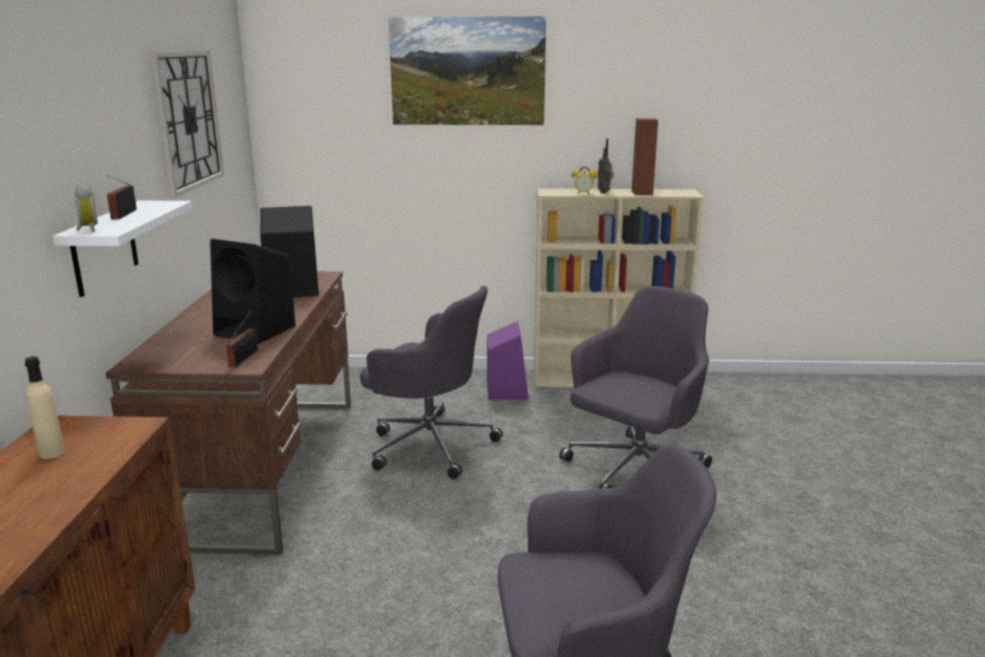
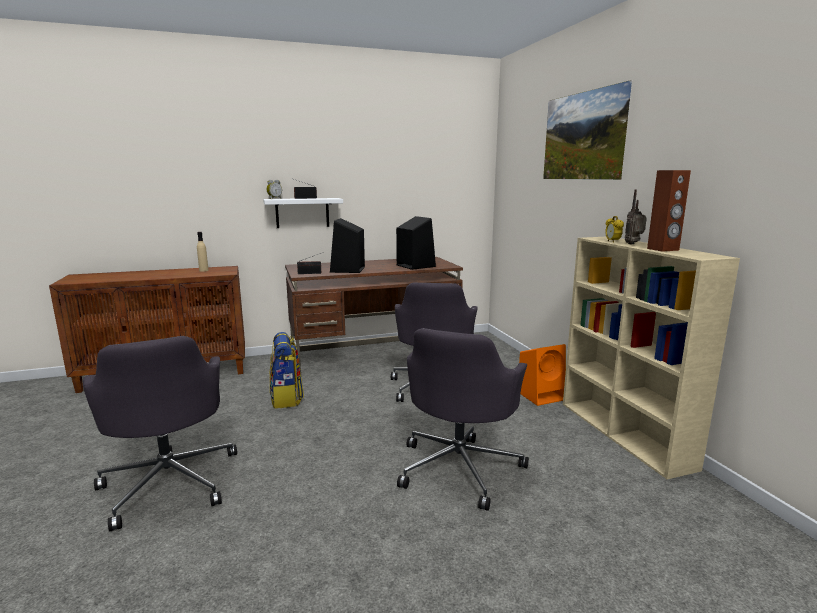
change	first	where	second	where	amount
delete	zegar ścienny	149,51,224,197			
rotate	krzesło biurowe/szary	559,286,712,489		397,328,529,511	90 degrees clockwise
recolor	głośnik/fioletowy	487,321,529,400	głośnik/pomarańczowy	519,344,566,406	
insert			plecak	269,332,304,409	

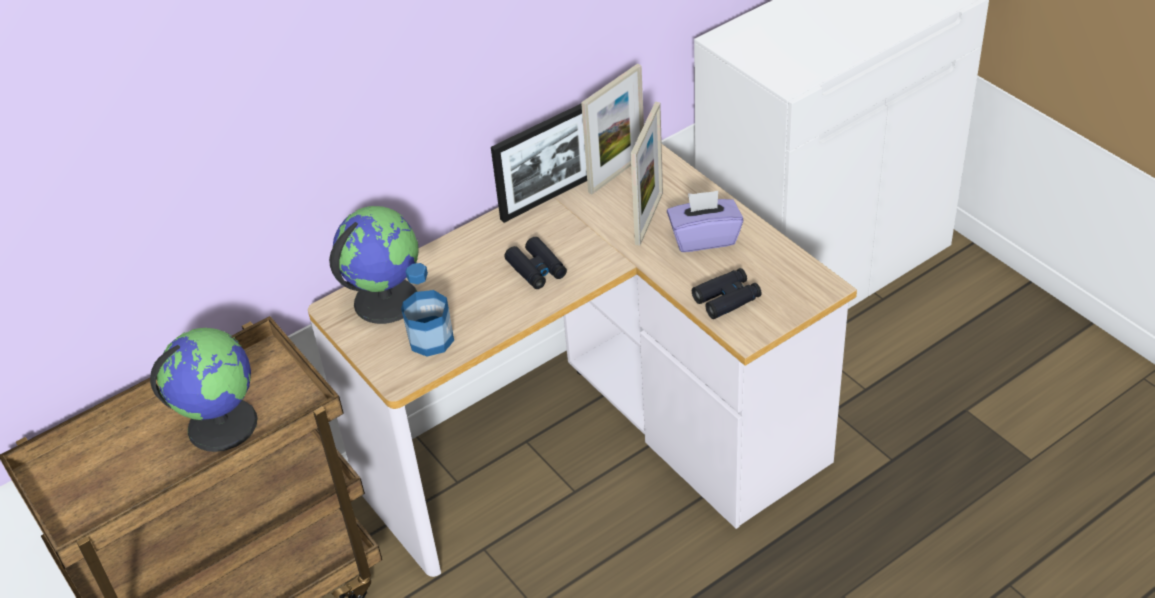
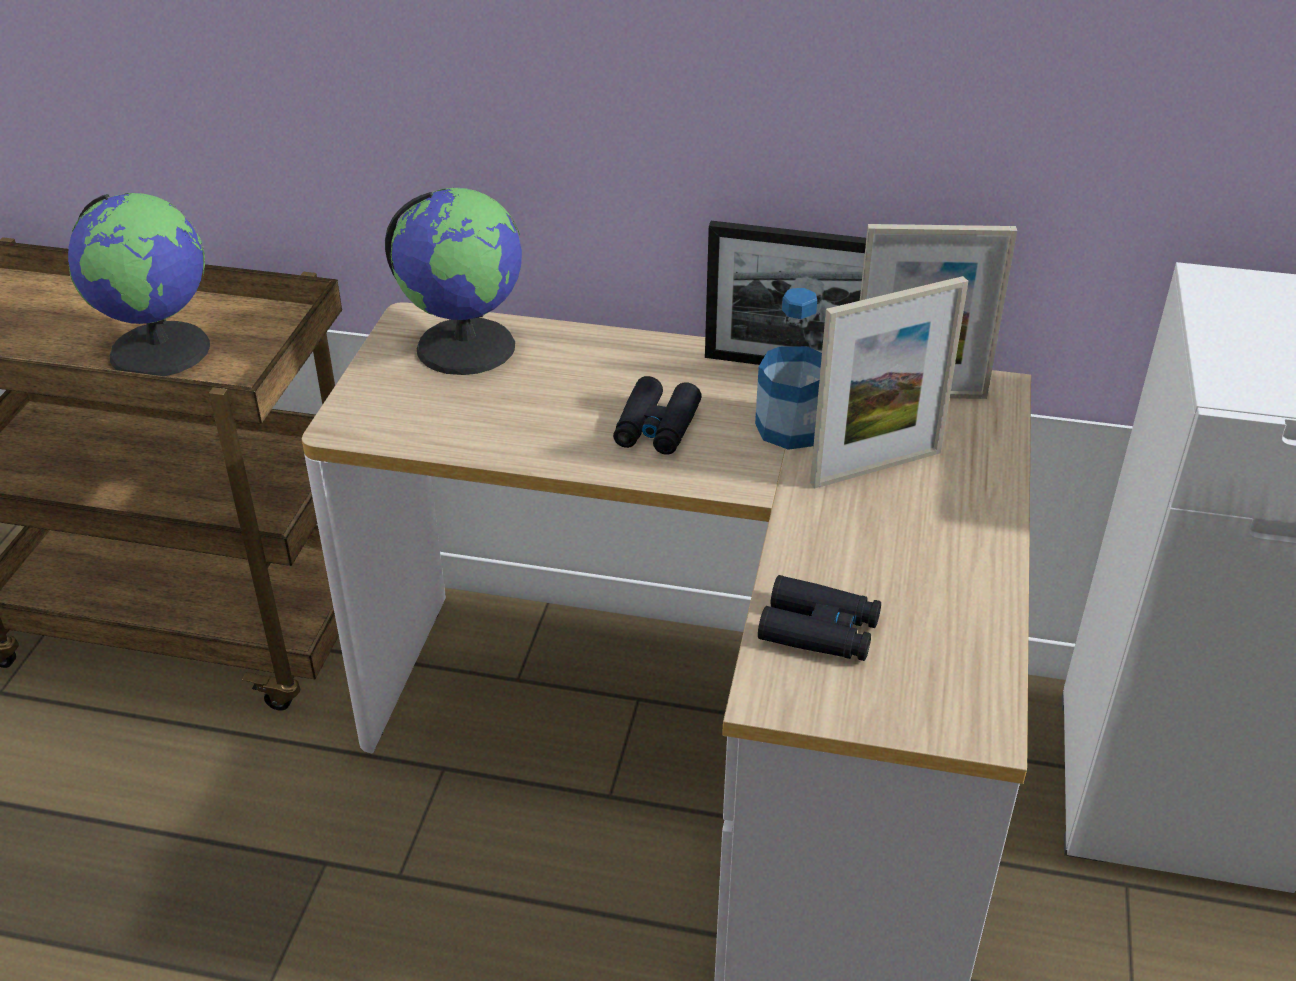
change	first	where	second	where	amount
delete	pudełko chusteczek/fioletowy	667,191,744,252			
move	butelka	401,263,454,356		755,288,822,450	

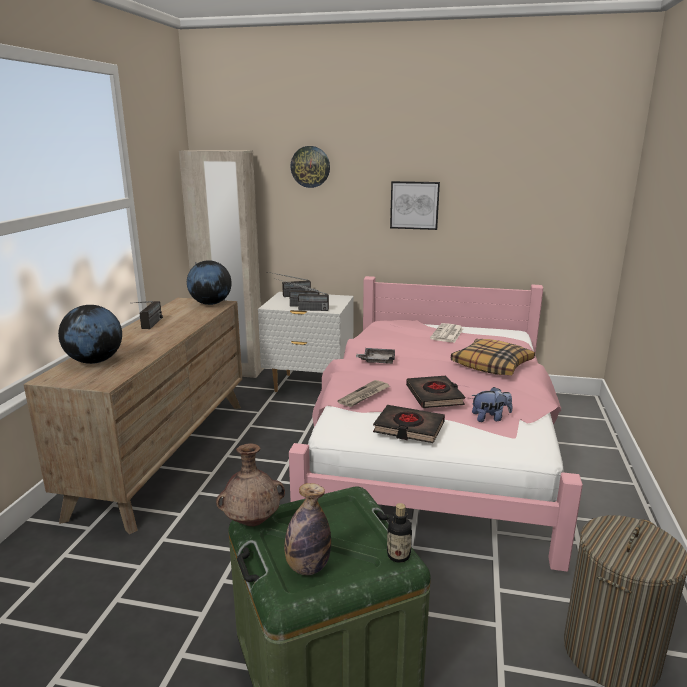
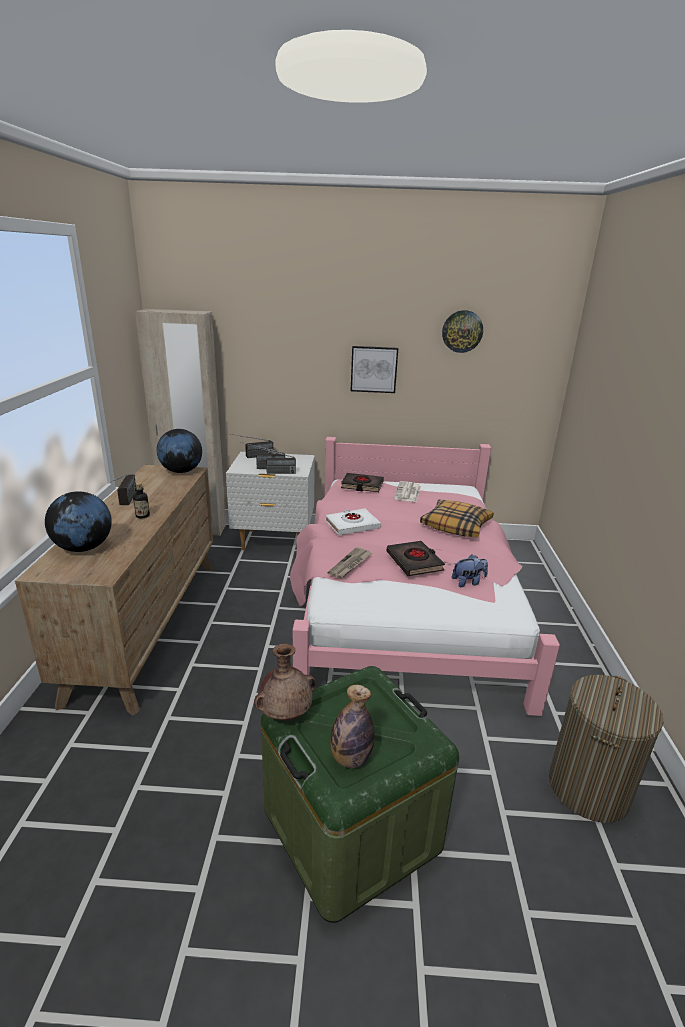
change	first	where	second	where	amount
move	zegar ścienny	290,146,330,188		442,310,483,353	
replace	taca/szary	356,348,395,364	książka/biały	326,509,381,535	
move	książka/czarny	373,405,445,443		341,473,384,492	
move	butelka	387,503,412,563		133,483,150,518	

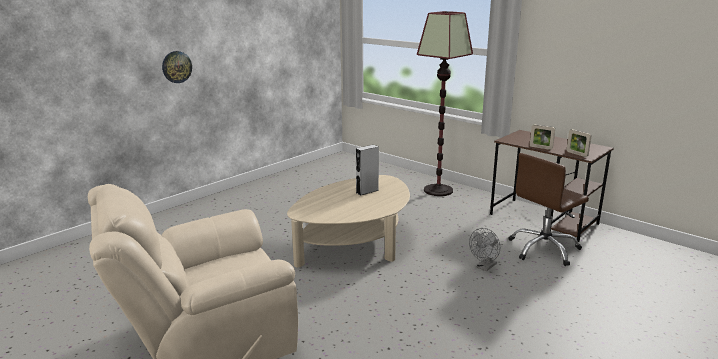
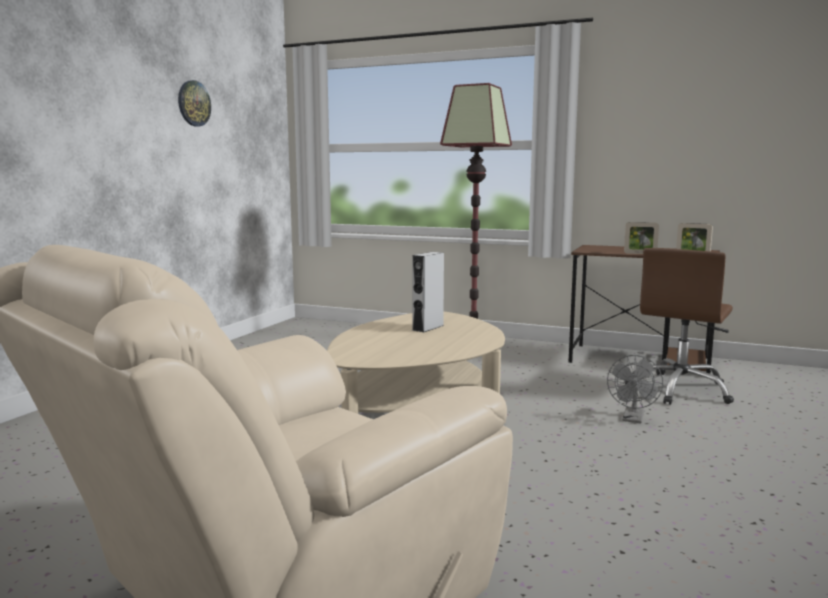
change	first	where	second	where	amount
move	zegar ścienny	162,51,192,83		178,80,211,127	

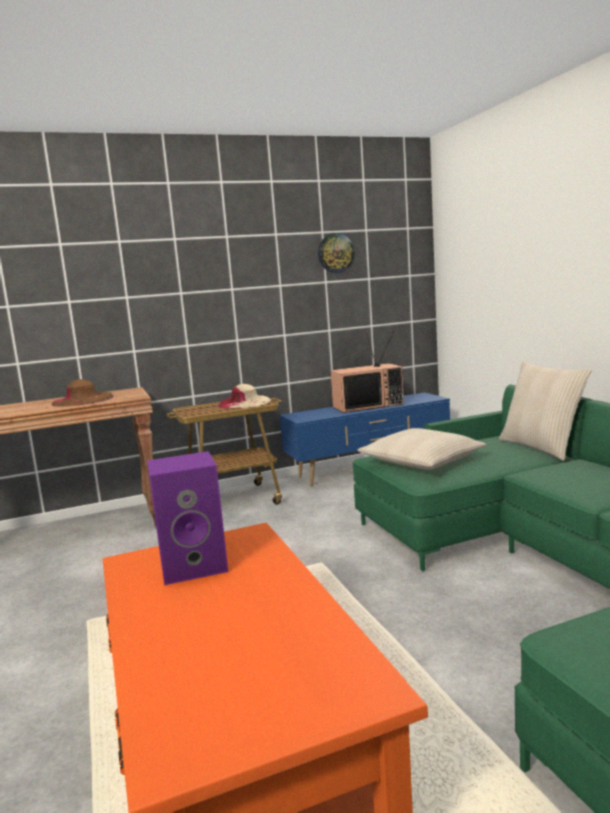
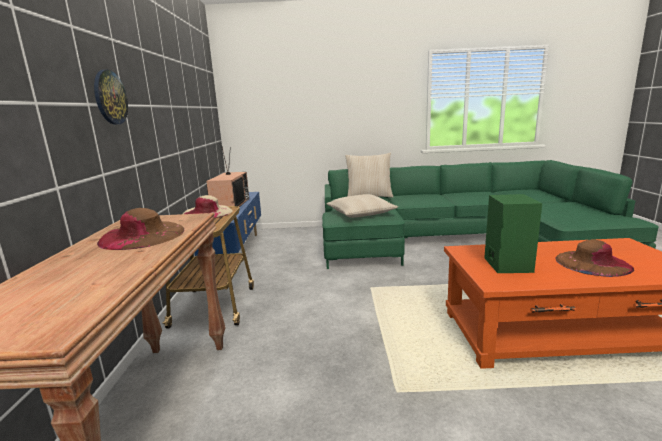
change	first	where	second	where	amount
move	zegar ścienny	318,233,355,273		94,70,128,125	
recolor	głośnik/fioletowy	147,451,228,585	głośnik/zielony	484,194,542,273	
insert			kapelusz/brązowy	555,240,634,277	

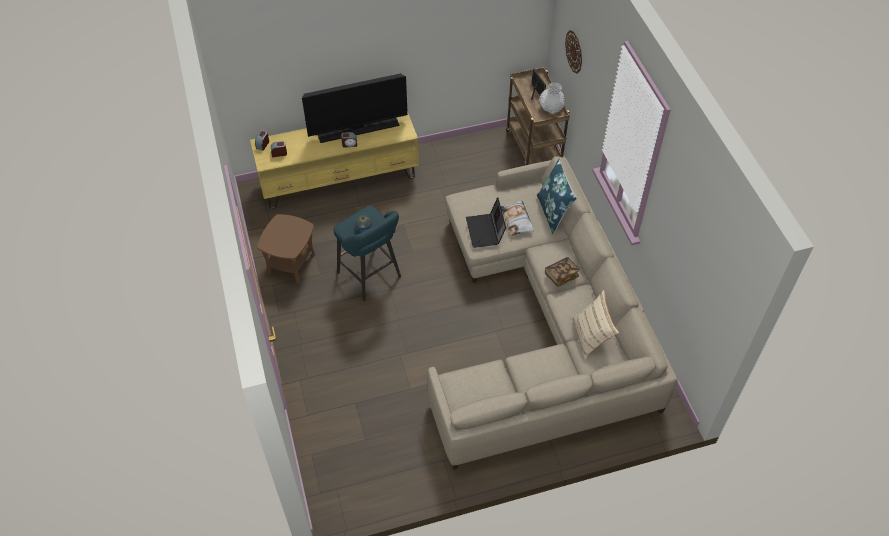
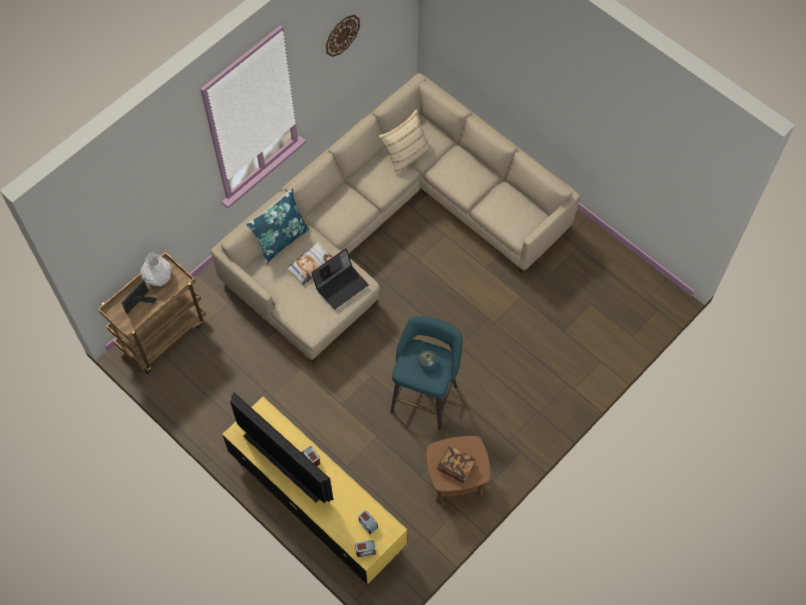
change	first	where	second	where	amount
move	zegar ścienny	565,30,582,74		326,15,360,57	
move	książka	545,257,580,286		437,446,476,483	

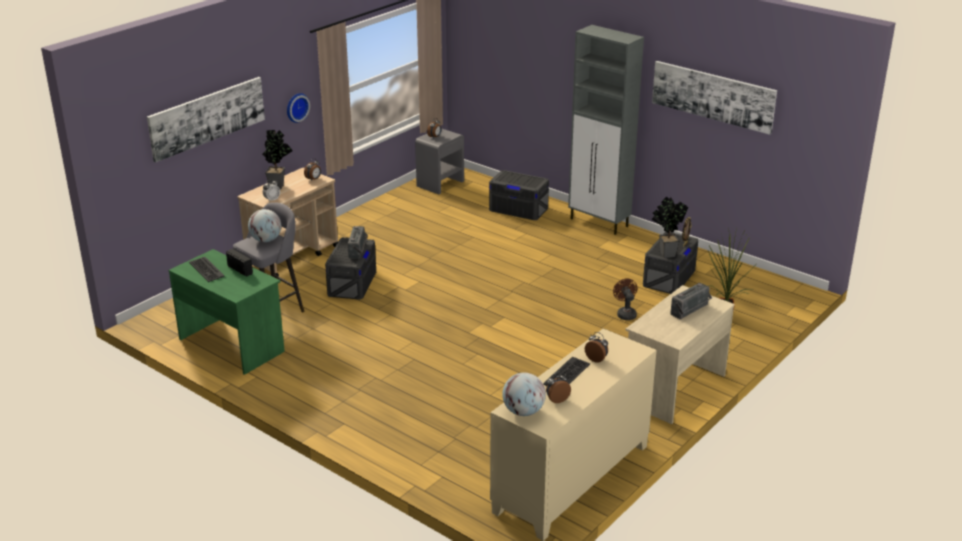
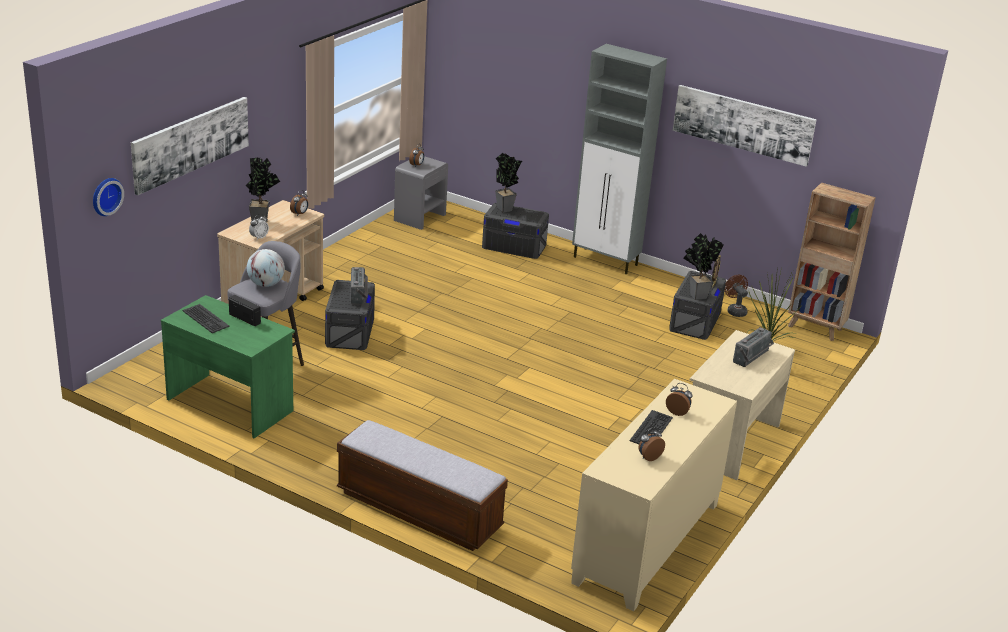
change	first	where	second	where	amount
move	zegar ścienny	287,93,310,123		93,178,124,216	
move	wentylator/brązowy	613,278,637,320		725,275,748,317	
delete	globus	502,372,546,416			
insert			roślina doniczkowa	495,153,522,213	
insert			regał/brązowy	788,183,876,341	
insert			ławka	337,420,508,551	

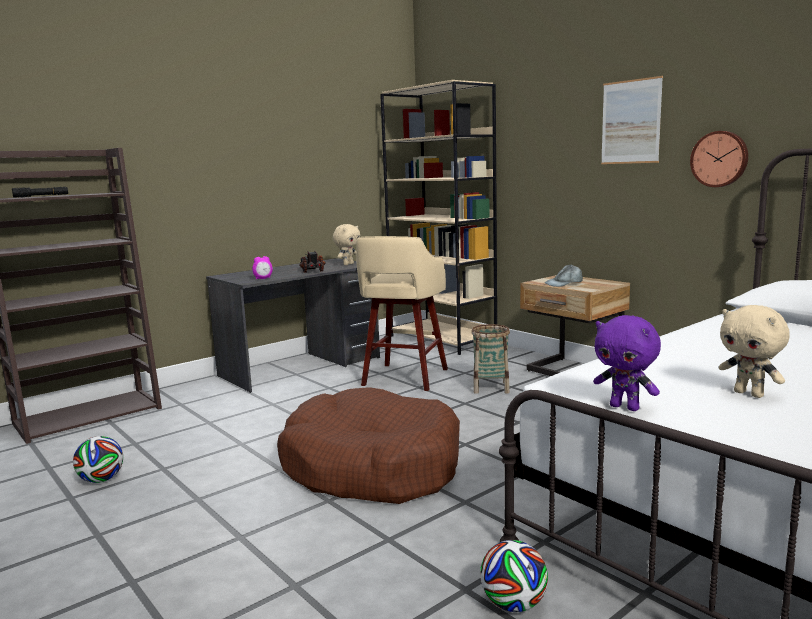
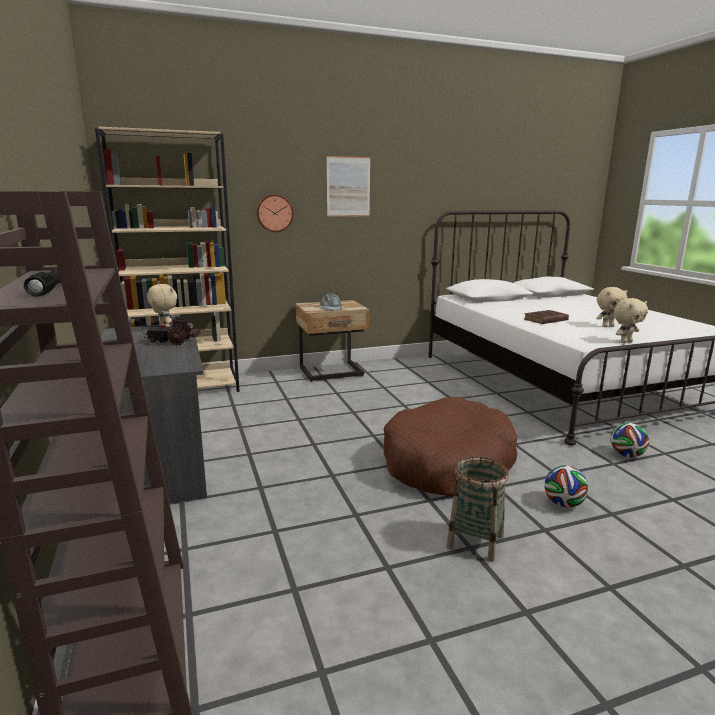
change	first	where	second	where	amount
move	zegar ścienny	690,131,748,187		256,194,293,232	
delete	stołek/beżowy	356,236,448,391			
delete	budzik	252,256,273,279			
recolor	pluszak/fioletowy	593,315,661,411	pluszak/beżowy	614,298,648,343	
move	koszyk	471,324,510,394		446,456,509,562	
move	piłka futbolowa	73,436,123,483		544,465,588,508	
insert			książka/brązowy	524,310,569,324	

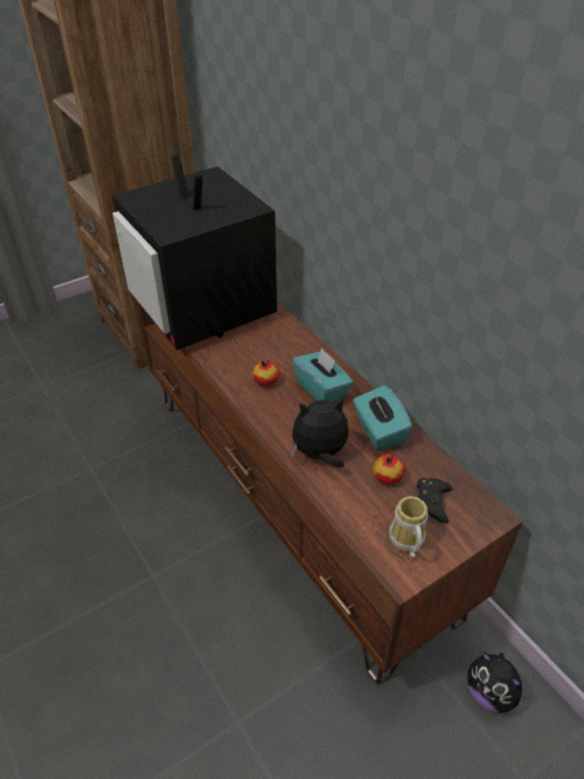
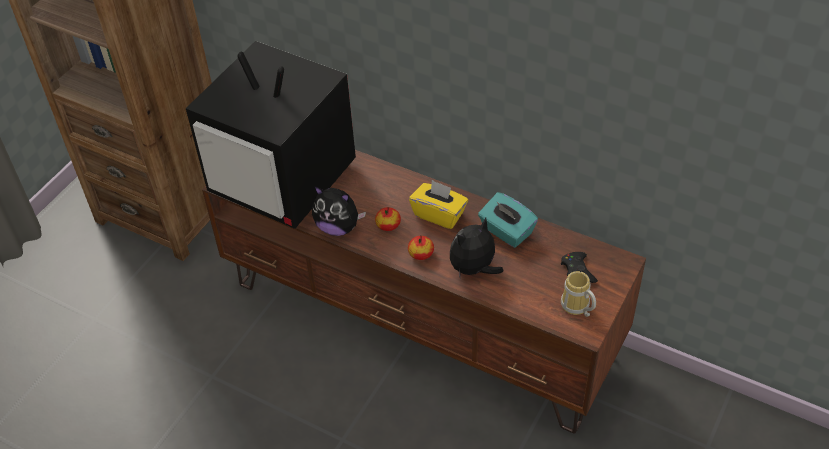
change	first	where	second	where	amount
recolor	pudełko chusteczek/turkusowy	292,348,353,403	pudełko chusteczek/żółty	409,180,468,229	
move	jabłko	373,454,405,484		408,235,434,260	
move	pluszak	467,651,529,713		312,186,366,236	

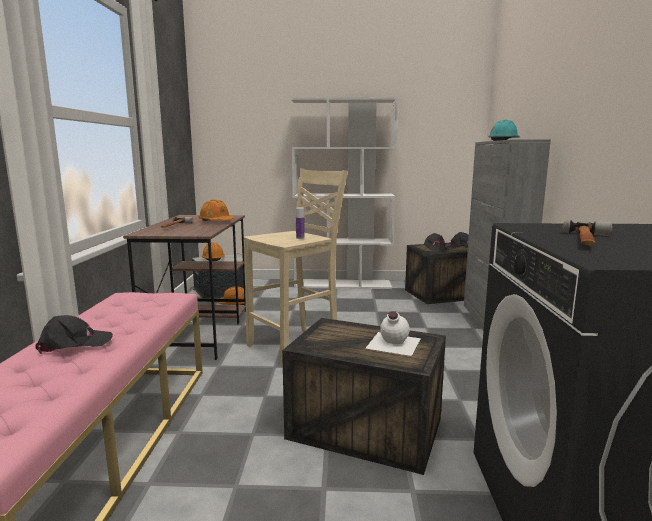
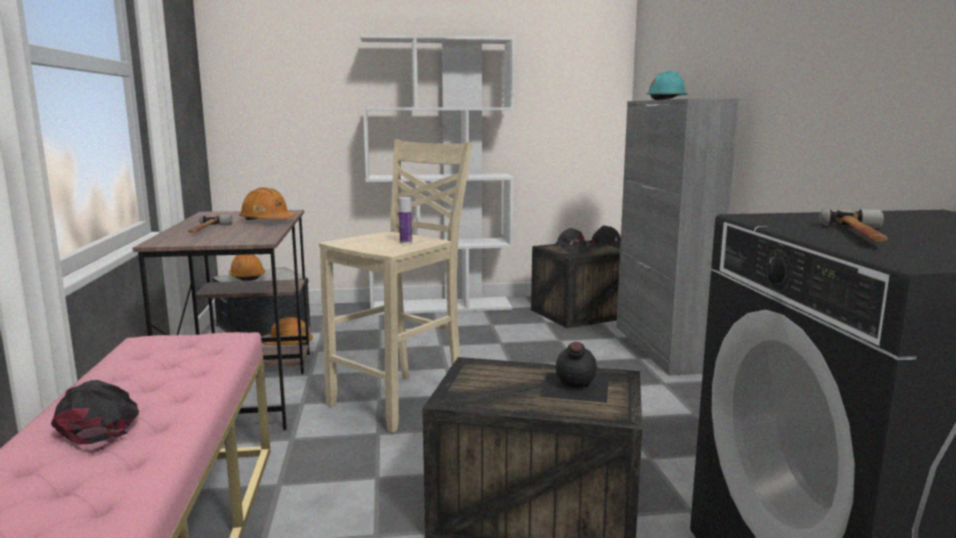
change	first	where	second	where	amount
recolor	butelka/biały	366,311,421,356	butelka/czarny	540,342,609,403	
rotate	czapka z daszkiem/czarny	36,315,113,354		51,380,139,445	75 degrees counterclockwise

